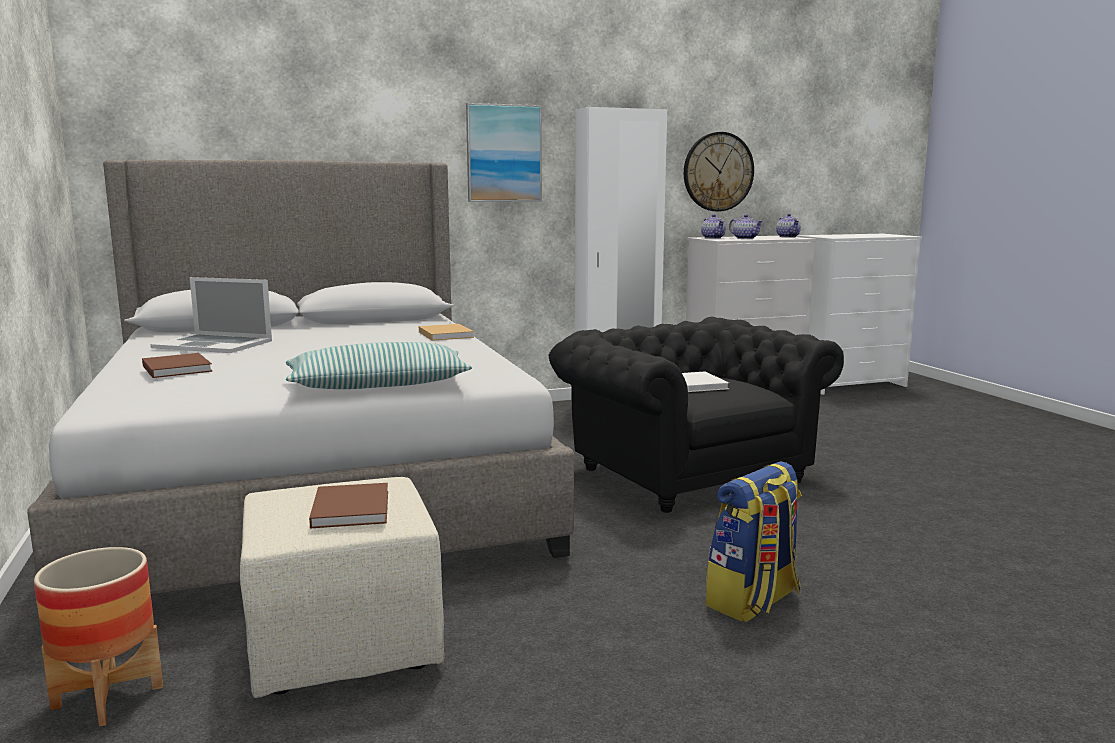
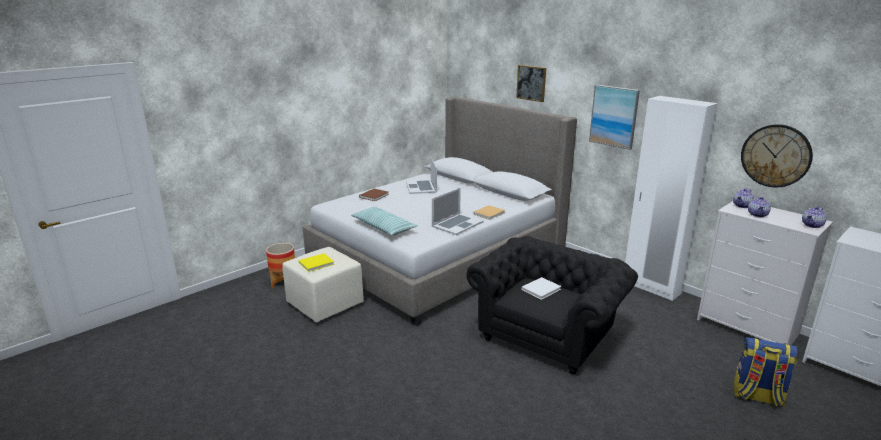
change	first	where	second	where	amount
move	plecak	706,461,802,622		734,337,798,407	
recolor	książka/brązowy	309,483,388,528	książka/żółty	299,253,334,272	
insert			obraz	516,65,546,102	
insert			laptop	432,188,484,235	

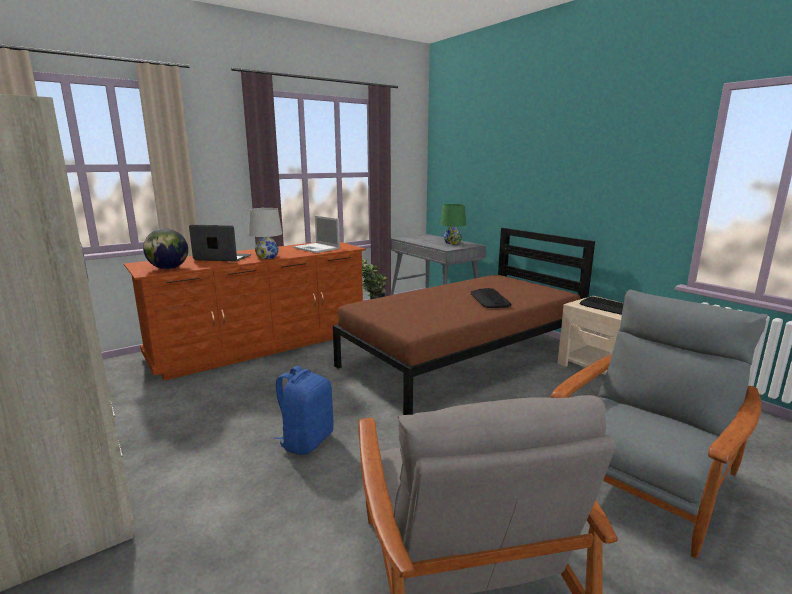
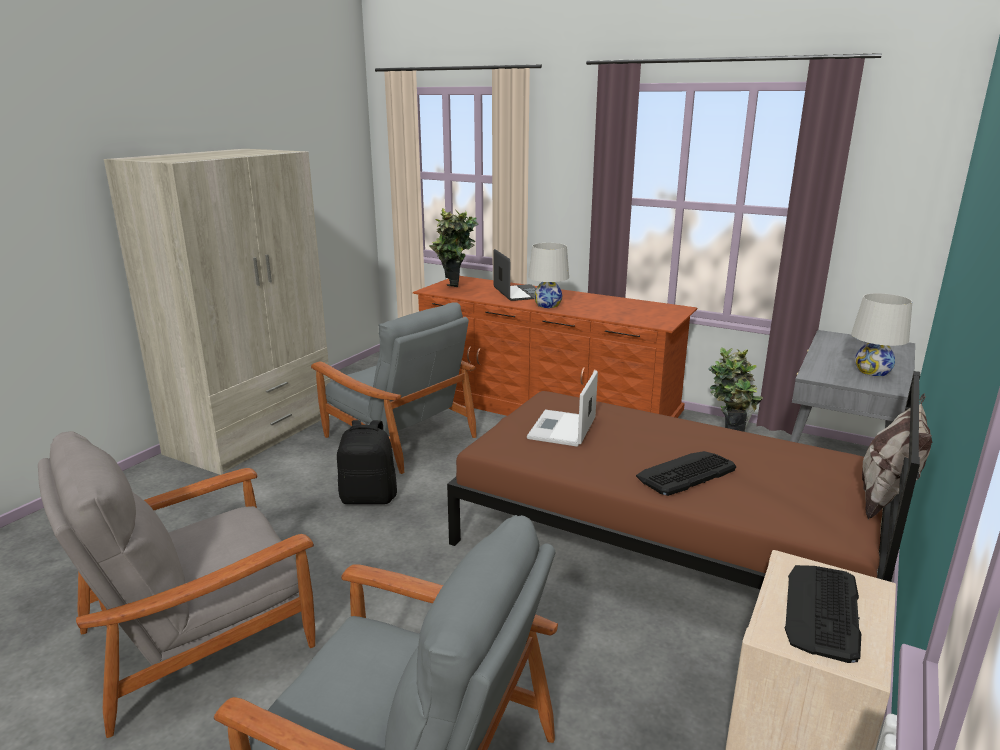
change	first	where	second	where	amount
recolor	lampa stołowa/zielony	440,204,466,244	lampa stołowa/biały	851,293,912,376	
move	laptop	293,216,340,253		527,370,598,447	
replace	globus	143,229,188,269	roślina doniczkowa	429,208,479,287	
recolor	plecak/niebieski	274,366,333,455	plecak/czarny	337,420,397,504	
insert			fotel/szary	311,302,477,474	
insert			poduszka	862,393,932,519	

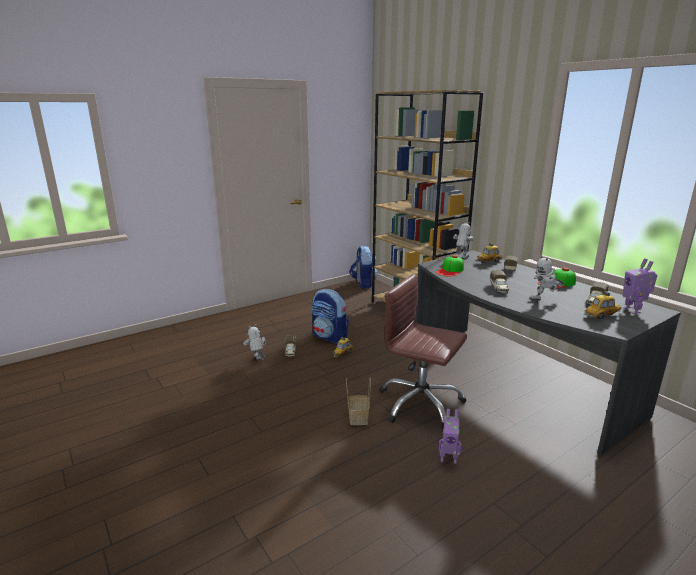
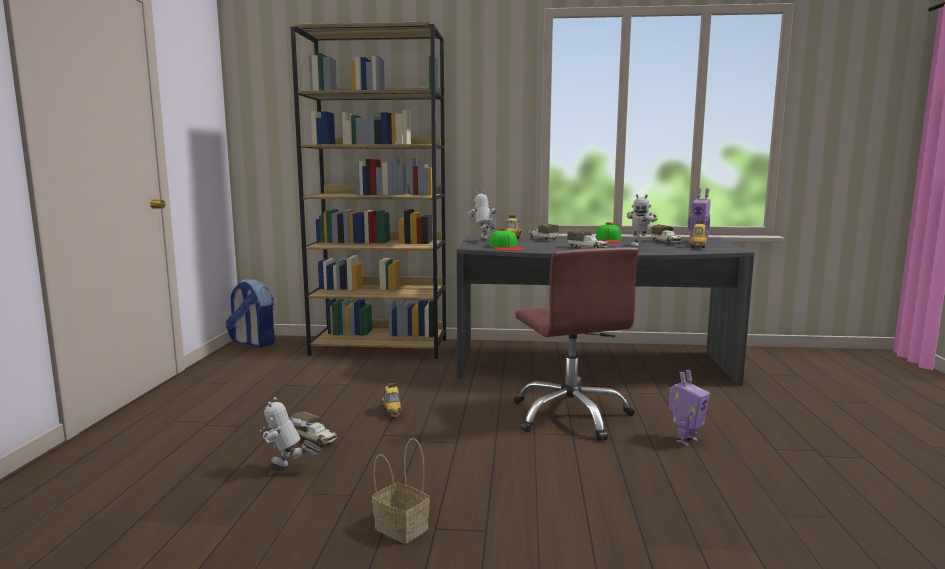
change	first	where	second	where	amount
rotate	krzesło biurowe/brązowy	379,274,467,429		514,247,638,441	90 degrees counterclockwise
delete	plecak	312,289,349,344			
move	koszyk	346,378,371,425		372,438,430,544	

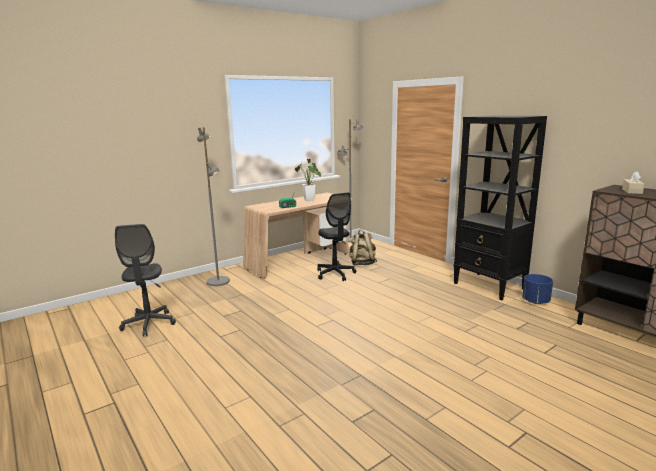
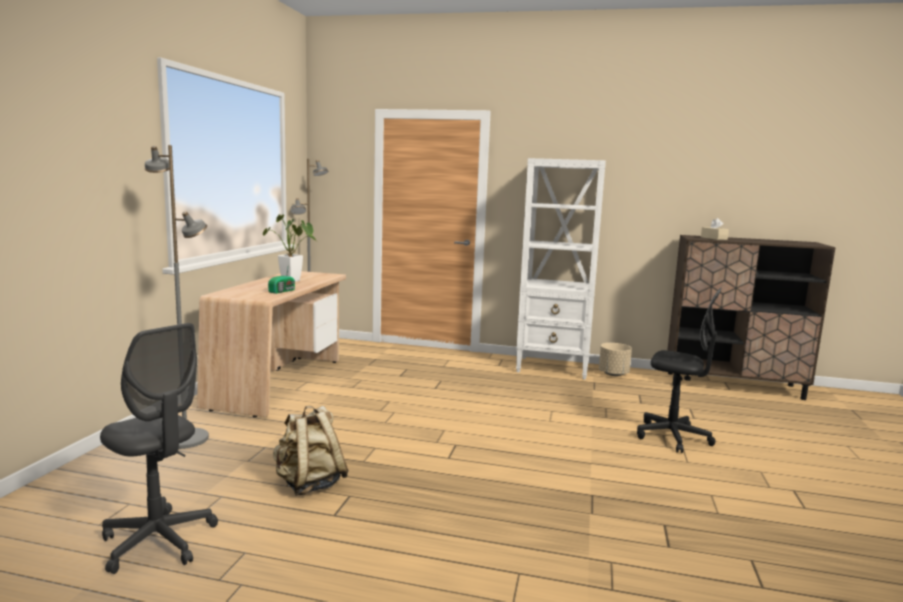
change	first	where	second	where	amount
recolor	regał/czarny	454,116,547,300	regał/biały	516,158,606,380	
move	krzesło biurowe/czarny	317,193,356,281		637,288,722,453	
move	plecak/beżowy	349,230,377,265		273,406,349,496	
recolor	donica/niebieski	522,274,553,304	donica/beżowy	599,343,632,376	

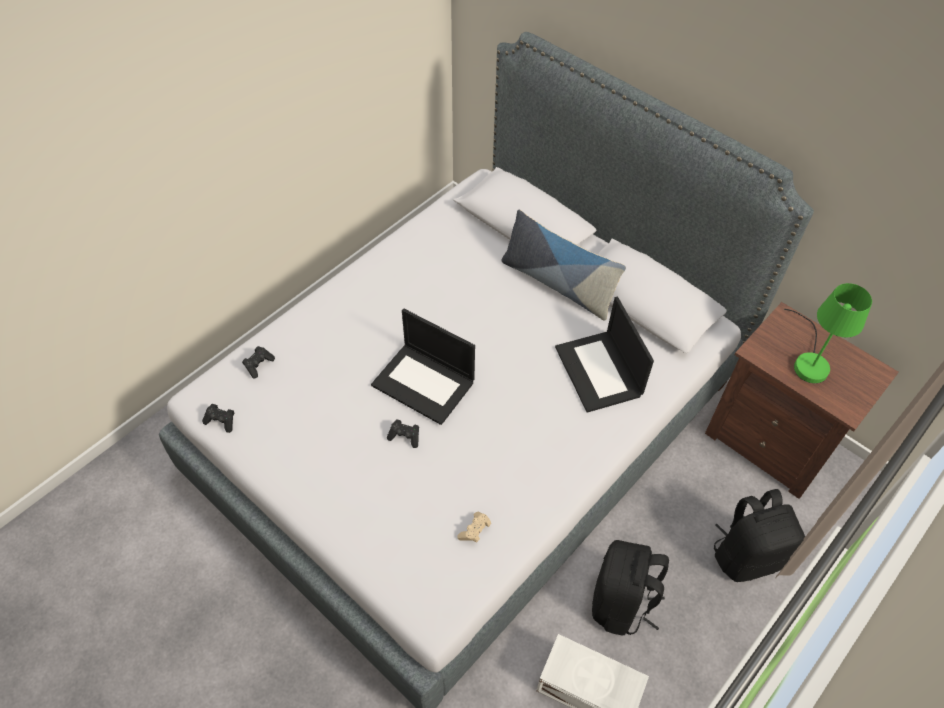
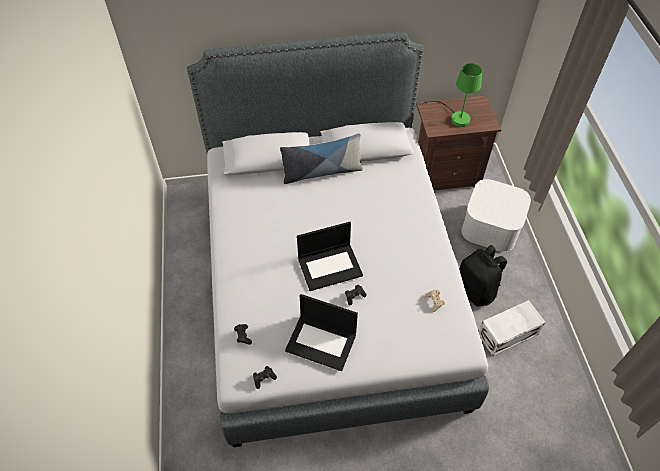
change	first	where	second	where	amount
move	laptop	555,297,654,413		285,294,358,371	
replace	plecak/czarny	714,489,805,582	pojemnik do przechowywania/biały	461,179,531,252	

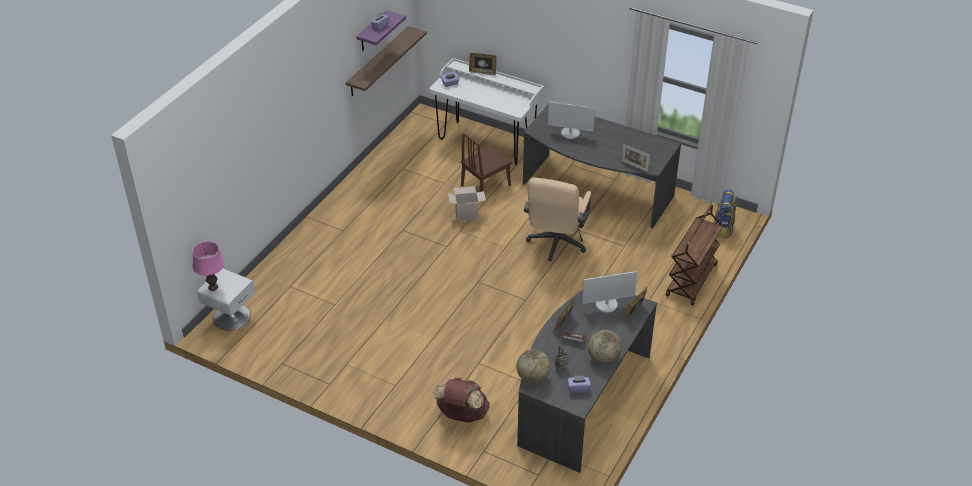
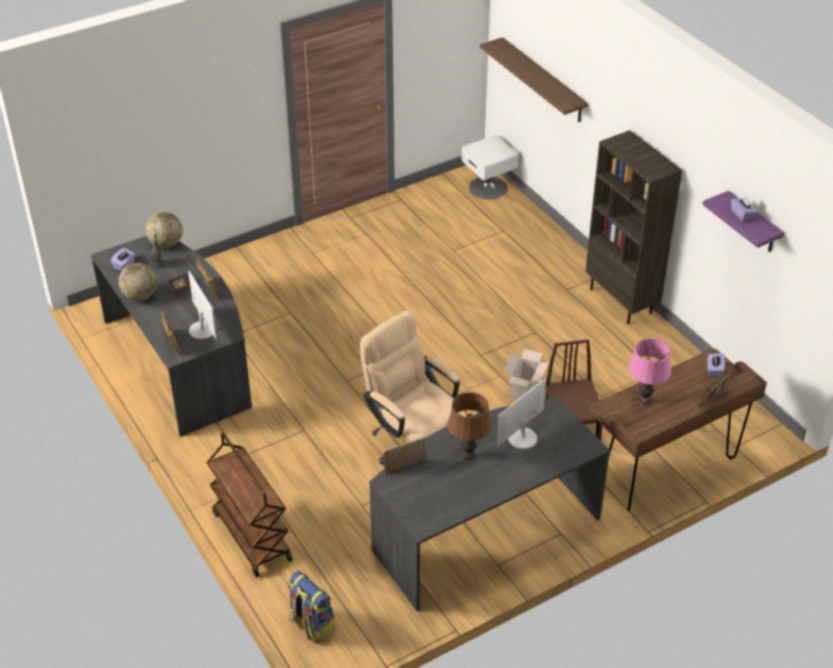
change	first	where	second	where	amount
move	półka	346,26,427,96		480,37,588,122	
recolor	biurko/biały	429,58,544,165	biurko/brązowy	589,348,767,511	
move	lampa stołowa/różowy	192,241,225,291		628,338,671,405	
rotate	monitor	582,271,637,313		188,271,217,340	135 degrees clockwise
delete	plecak/brązowy	433,378,490,423			
insert			regał/brązowy	585,130,682,324	
insert			lampa stołowa/brązowy	447,392,492,460	

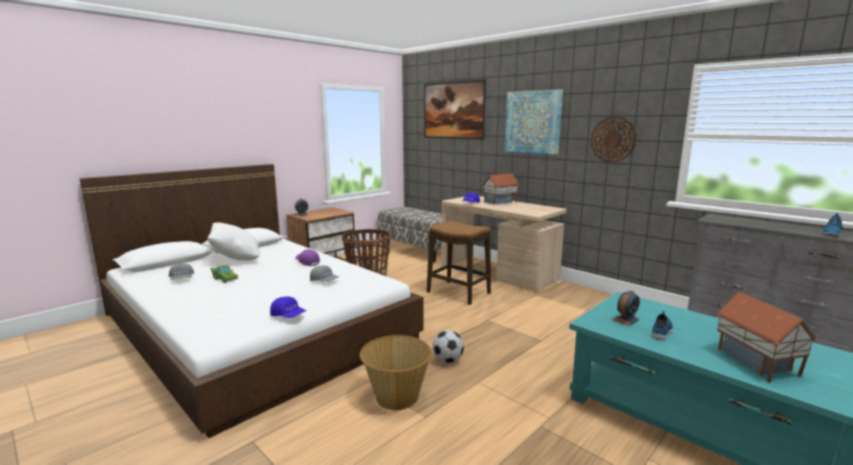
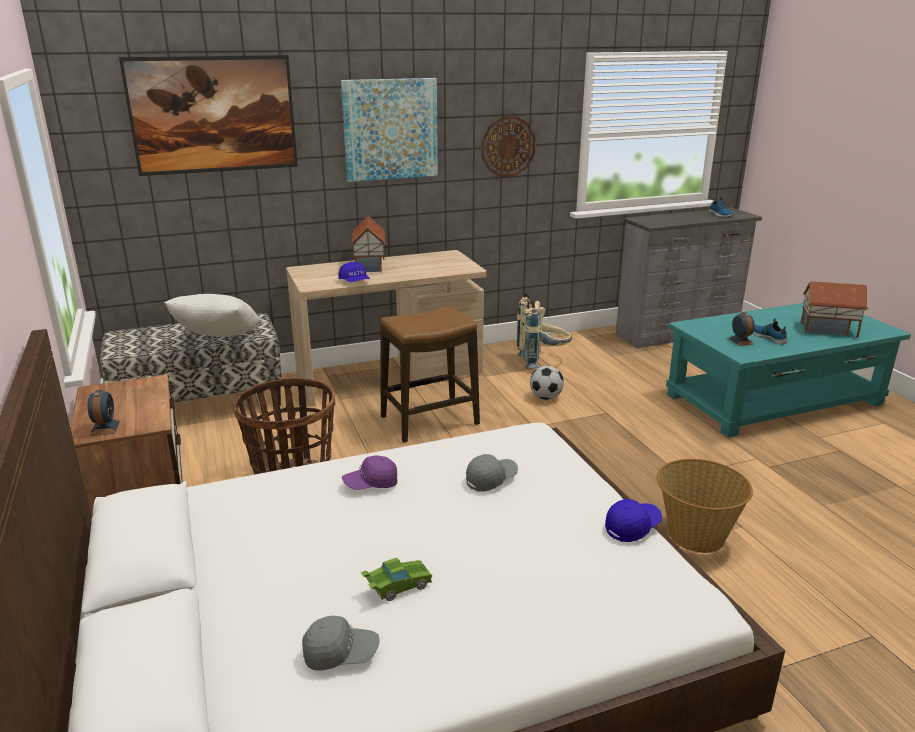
change	first	where	second	where	amount
move	poduszka/biały	207,222,260,261		164,294,260,337	
move	piłka futbolowa	433,330,464,363		530,366,564,400	
insert			plecak/beżowy	517,293,572,369	

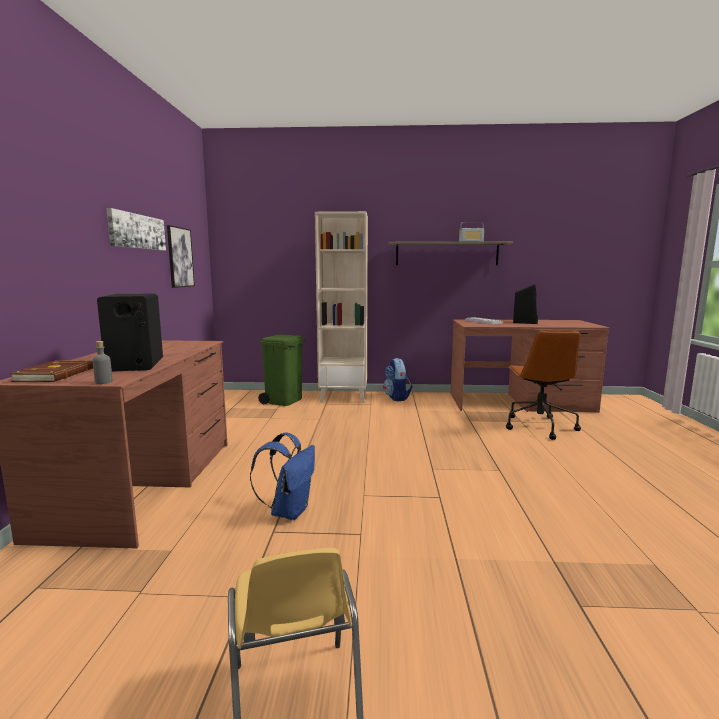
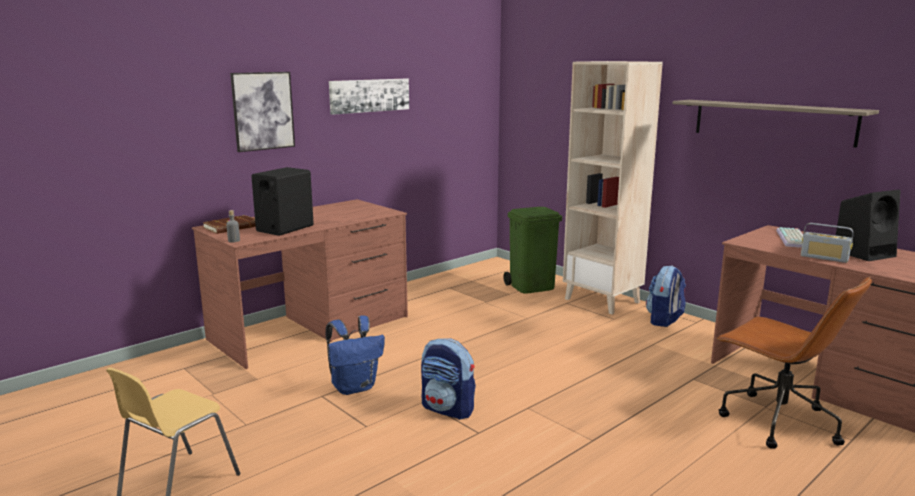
change	first	where	second	where	amount
move	radio	459,222,484,241		801,223,854,263	
move	obraz	167,225,195,288		230,72,295,152	
rotate	krzesło biurowe/brązowy	506,330,581,440		716,277,872,449	90 degrees counterclockwise
insert			plecak	421,338,476,420	

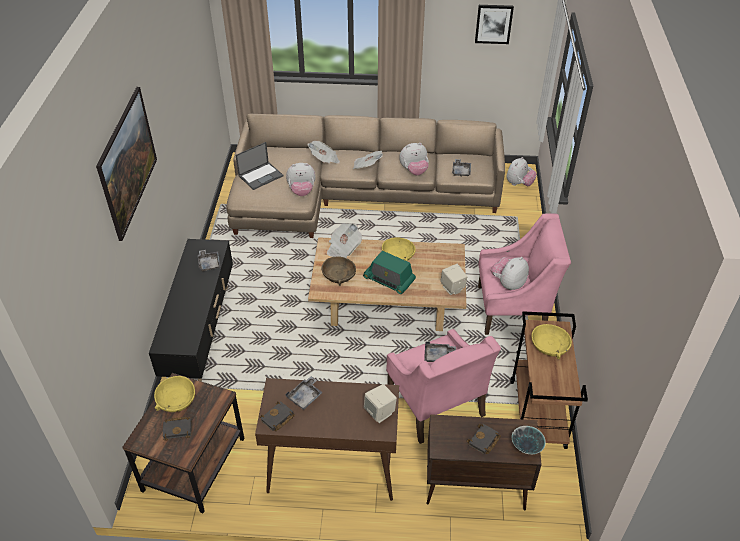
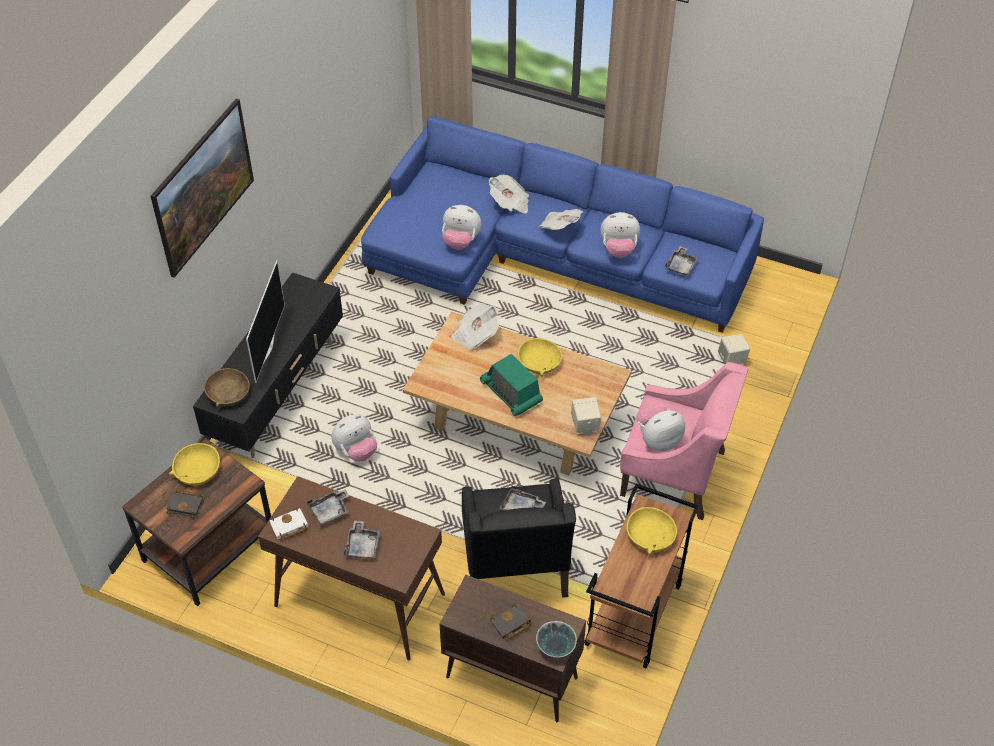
change	first	where	second	where	amount
delete	obraz	475,5,514,44			
recolor	kanapa/beżowy	227,114,505,238	kanapa/niebieski	361,116,764,333	
delete	laptop	235,142,283,190			
move	pluszak	506,157,537,186		331,414,377,461	
move	taca/szary	198,250,220,271		344,520,380,559	
move	miska/brązowy	322,256,356,286		204,368,250,409	
recolor	fotel/różowy	386,329,501,444	fotel/czarny	462,479,576,598	
move	głośnik/beżowy	364,384,397,423		718,334,750,365	
recolor	książka/czarny	260,401,295,431	książka/biały	269,507,308,540	
insert			telewizor	246,260,285,383	

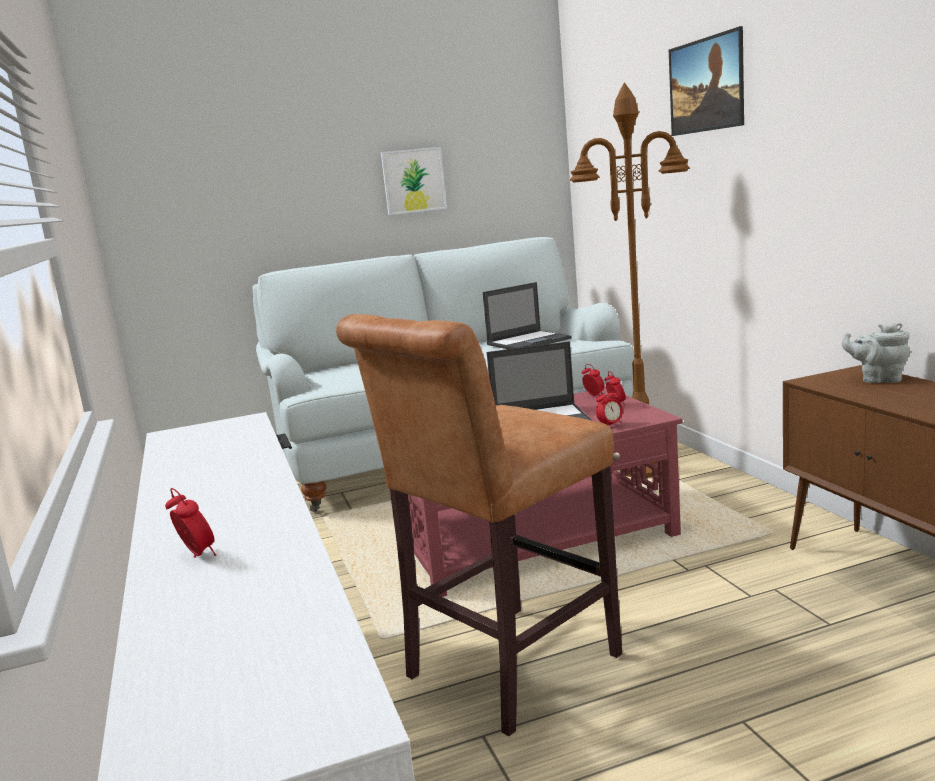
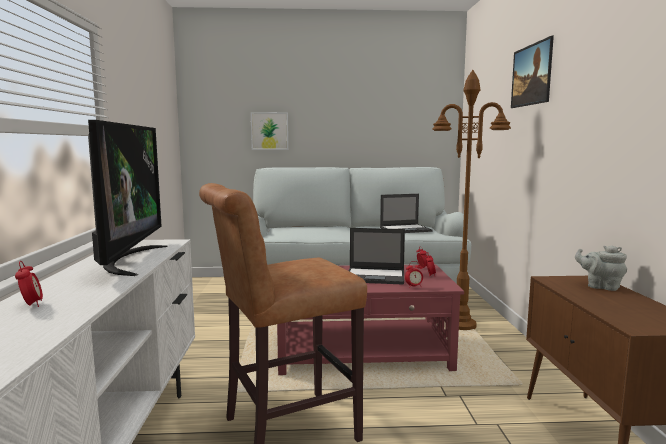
change	first	where	second	where	amount
move	obraz	381,147,447,215		251,112,289,150	
insert			telewizor	88,120,168,276	

